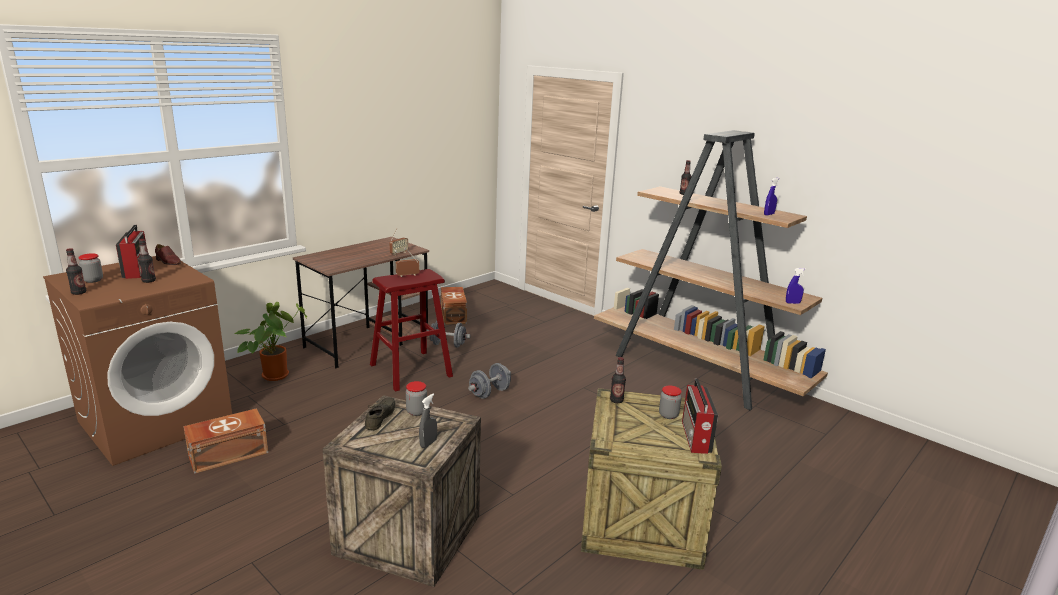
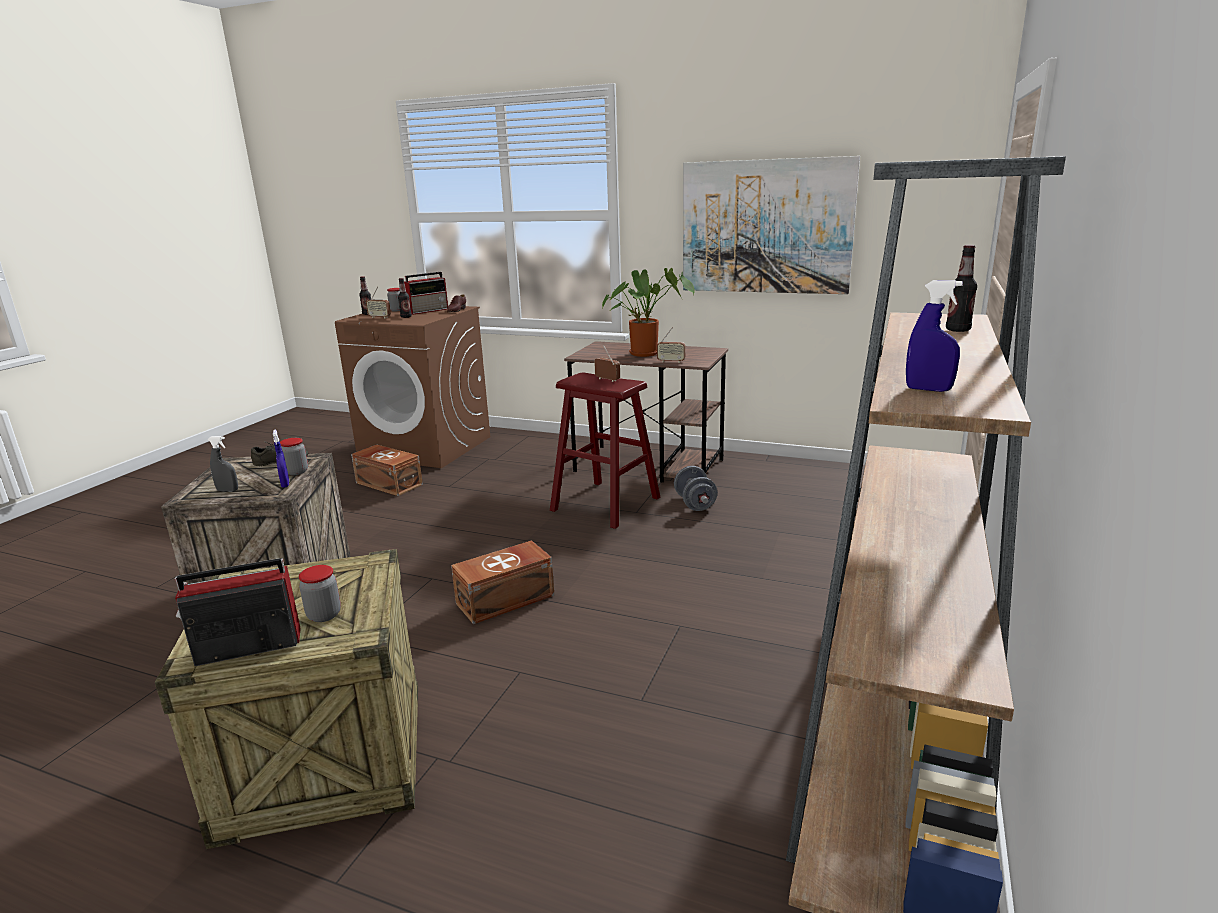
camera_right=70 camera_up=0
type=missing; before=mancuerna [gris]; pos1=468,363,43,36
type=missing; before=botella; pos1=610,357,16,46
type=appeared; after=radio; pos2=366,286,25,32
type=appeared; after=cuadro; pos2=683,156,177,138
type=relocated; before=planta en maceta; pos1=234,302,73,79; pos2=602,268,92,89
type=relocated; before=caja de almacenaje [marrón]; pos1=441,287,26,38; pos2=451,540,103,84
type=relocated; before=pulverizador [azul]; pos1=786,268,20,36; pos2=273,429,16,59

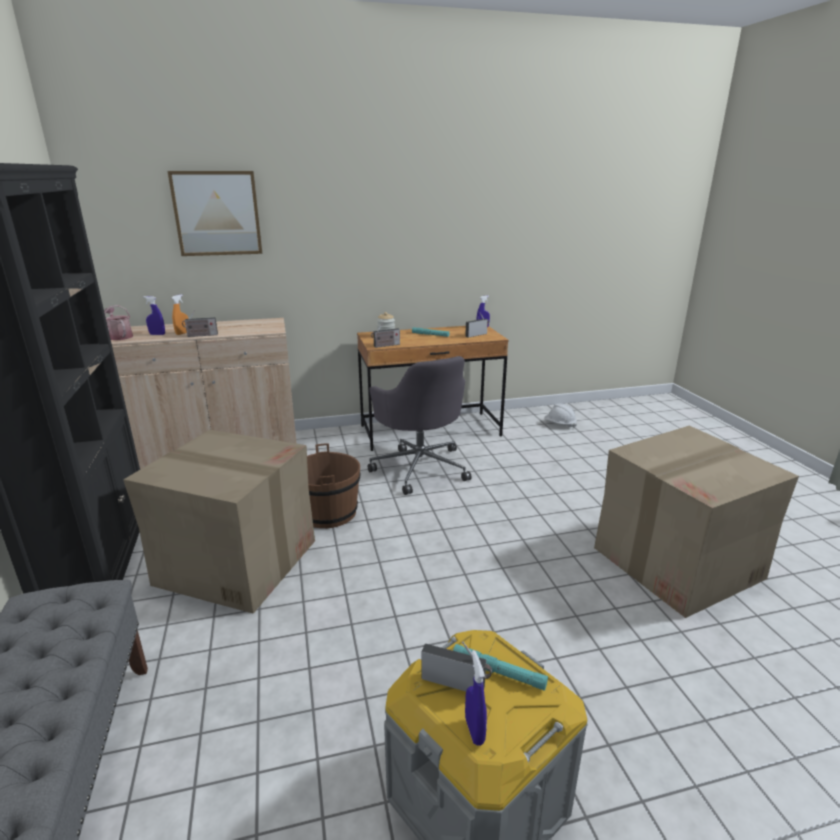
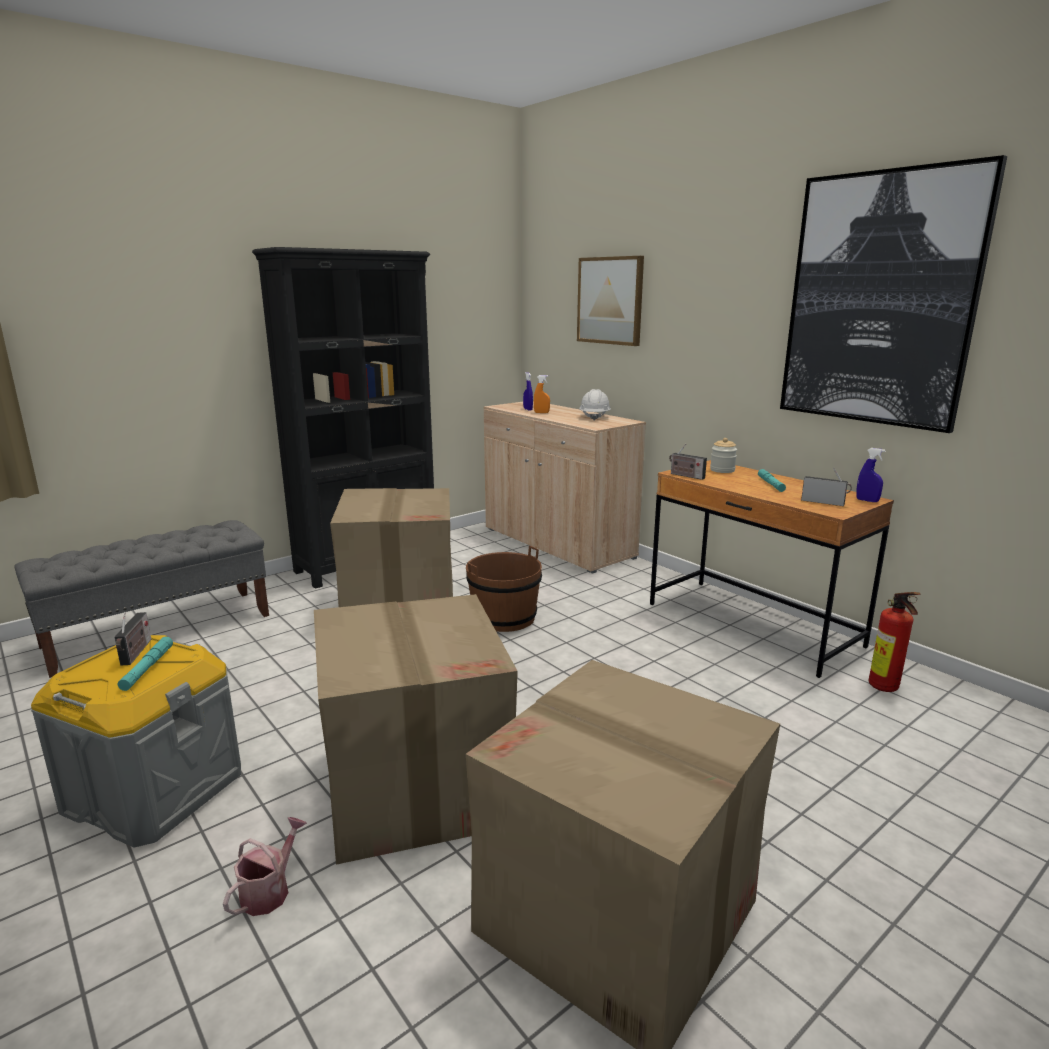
camera_right=65 camera_up=-5
type=missing; before=radio; pos1=182,310,36,27
type=missing; before=silla de oficina [gris]; pos1=368,356,104,139
type=missing; before=pulverizador [azul]; pos1=465,650,22,96
type=appeared; after=caja de cartón; pos2=314,594,204,271
type=appeared; after=cuadro; pos2=780,155,227,278
type=appeared; after=extintor; pos2=869,592,52,100
type=relocated; before=regadera; pos1=104,305,29,35; pos2=223,817,84,99
type=relocated; before=casco [blanco]; pos1=544,404,33,24; pos2=579,389,32,32

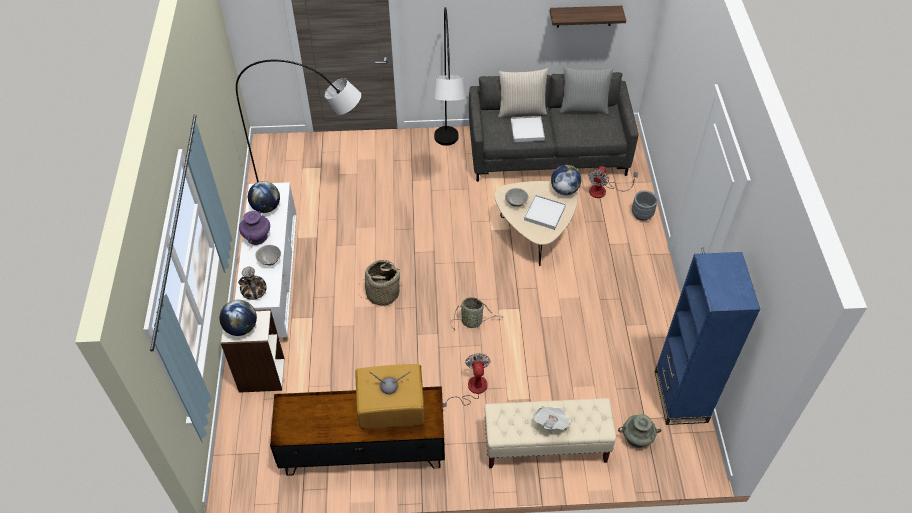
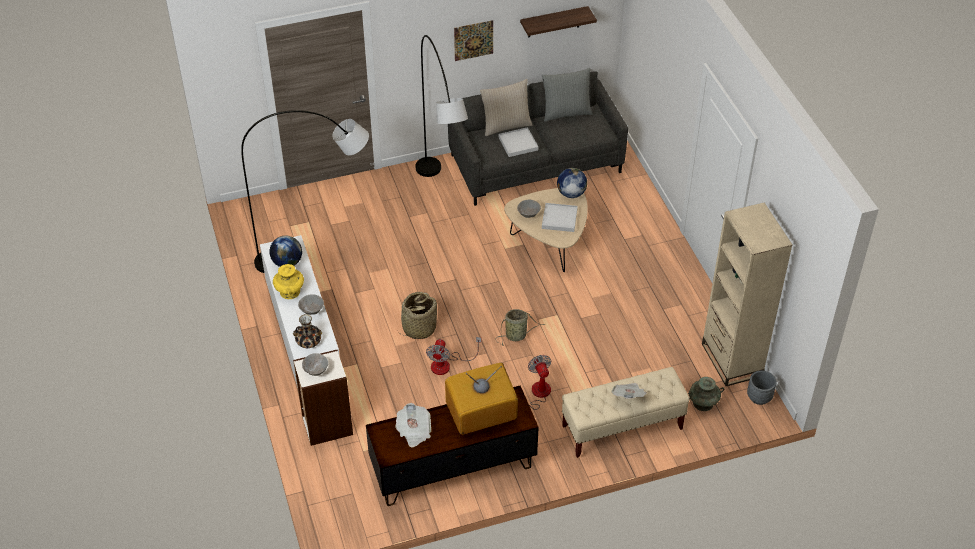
camera_right=-15 camera_up=-5
type=appeared; after=periódico; pos2=395,403,36,45
type=appeared; after=cuadro; pos2=454,20,39,41
type=relocated; before=ventilador; pos1=588,166,50,32; pos2=426,337,55,38
type=relocated; before=maceta [gris]; pos1=632,191,26,30; pos2=747,370,29,35
type=exchanged; before=globo terráqueo; after=cuenco [gris]; pos1=219,300,38,36; pos2=302,353,26,23
type=colour; before=florero [morado]; after=florero [amarillo]; pos1=239,211,31,34; pos2=273,264,31,35
type=colour; before=estantería [azul]; after=estantería [beis]; pos1=655,252,105,173; pos2=702,202,91,184

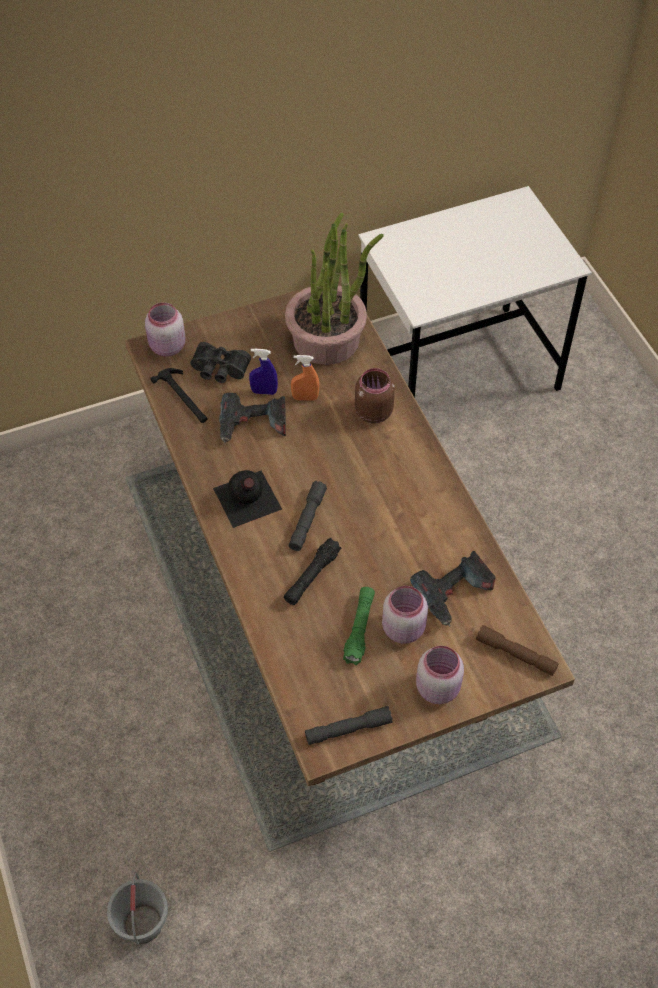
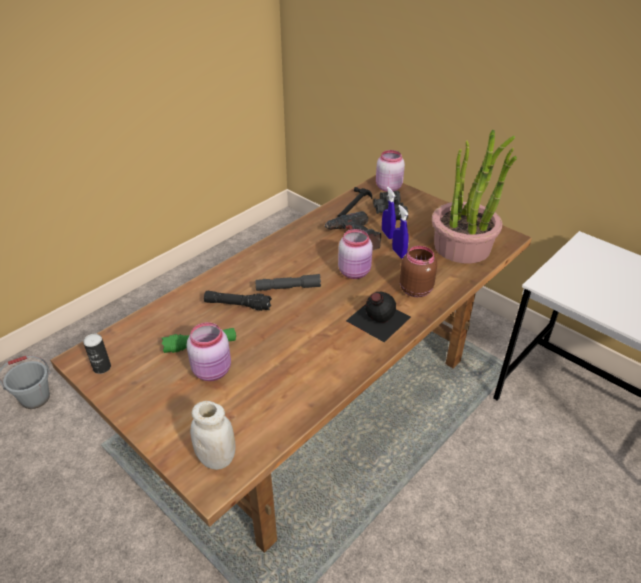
camera_right=65 camera_up=-15
type=missing; before=taladro; pos1=410,551,86,75
type=relocated; before=botella [negro]; pos1=213,470,69,58; pos2=346,292,65,50
type=relocated; before=tarro [rosa]; pos1=416,646,48,58; pos2=338,229,35,50
type=exchanged; before=linterna [gris]; after=lata; pos1=305,706,88,39; pos2=83,334,28,40
type=exchanged; before=linterna [marrón]; after=tarro [blanco]; pos1=476,625,83,51; pos2=190,401,45,69
type=colour; before=pulverizador [naranja]; after=pulverizador [azul]; pos1=291,355,28,45; pos2=392,205,17,53

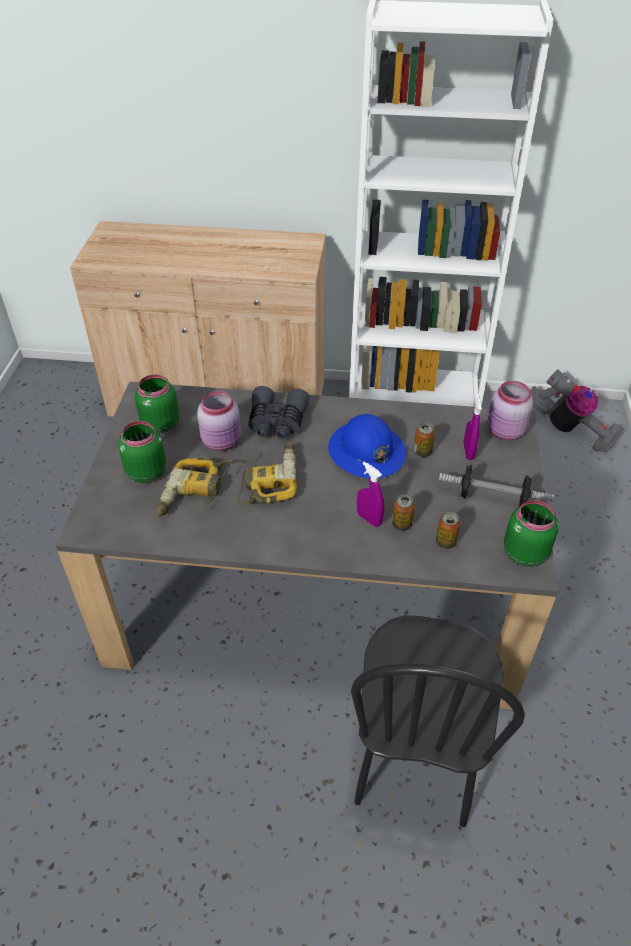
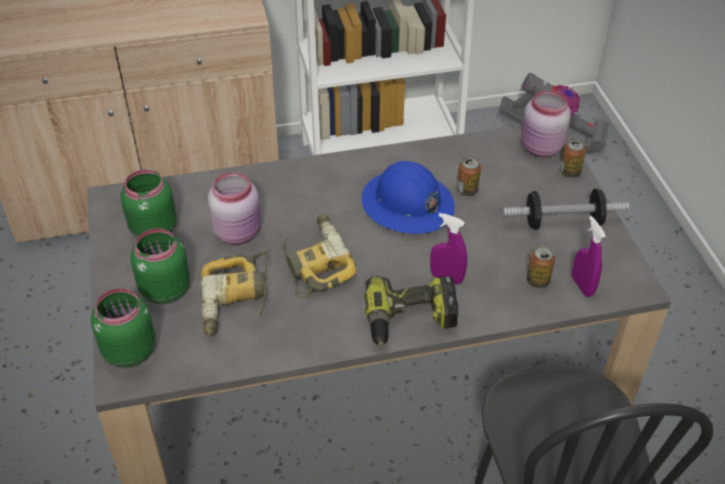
camera_right=-20 camera_up=0
type=missing; before=prismáticos [gris]; pos1=248,386,61,53
type=appeared; after=taladro; pos2=364,276,94,70
type=relocated; before=lata; pos1=392,494,23,37; pos2=560,139,26,39
type=relocated; before=pulverizador [morado]; pos1=463,393,19,67; pos2=572,216,34,81
type=relocated; before=tarro [verde]; pos1=504,500,55,67; pos2=91,288,64,80

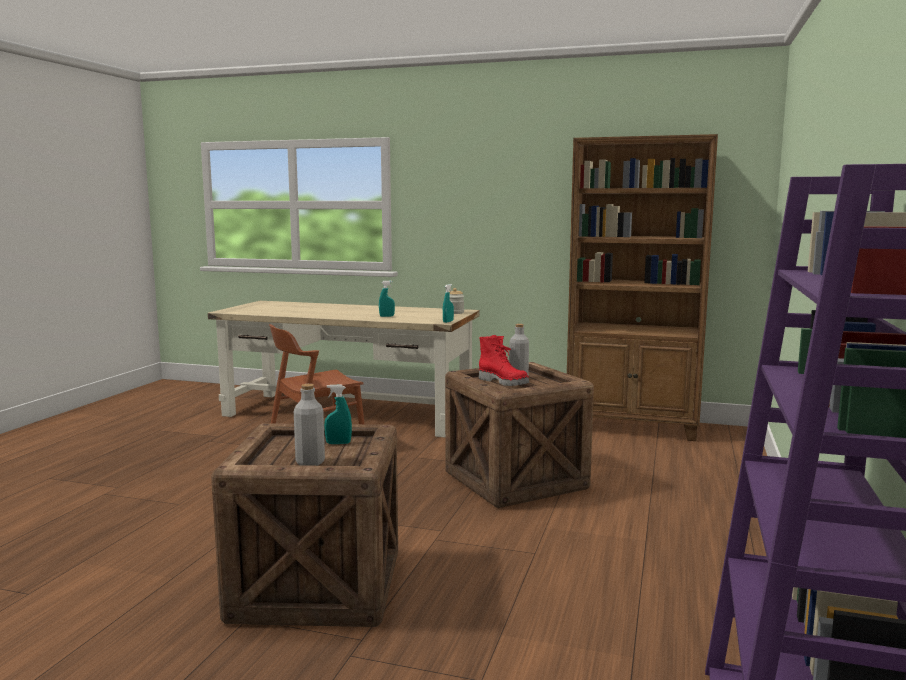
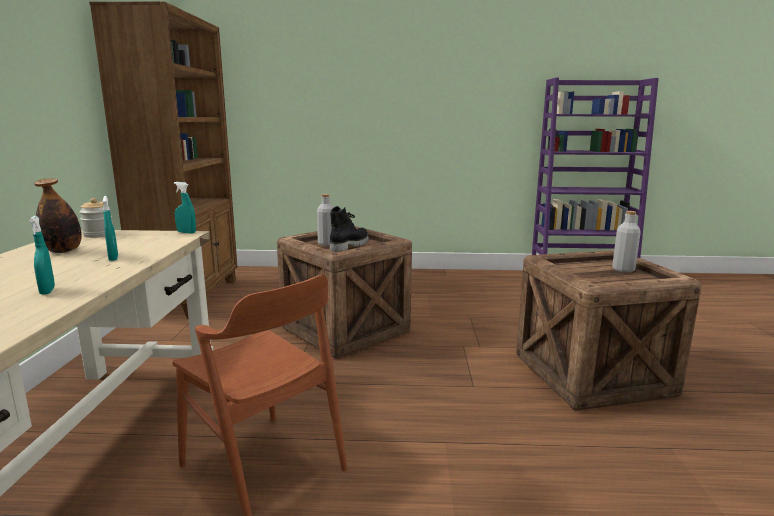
camera_right=-105 camera_up=5
type=appeared; after=botella; pos2=34,179,48,74
type=relocated; before=pulverizador [turquesa]; pos1=324,385,28,59; pos2=29,216,26,79
type=colour; before=bota [rojo]; after=bota [negro]; pos1=479,335,50,51; pos2=330,206,39,46

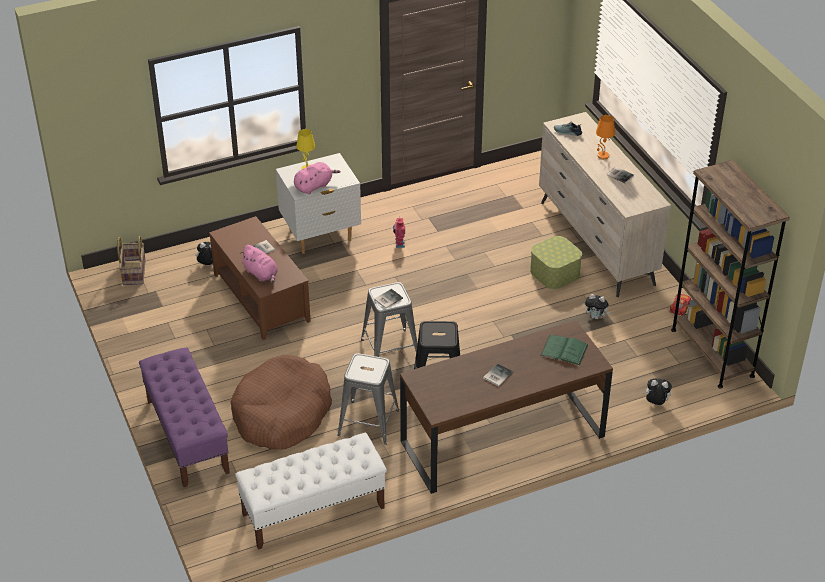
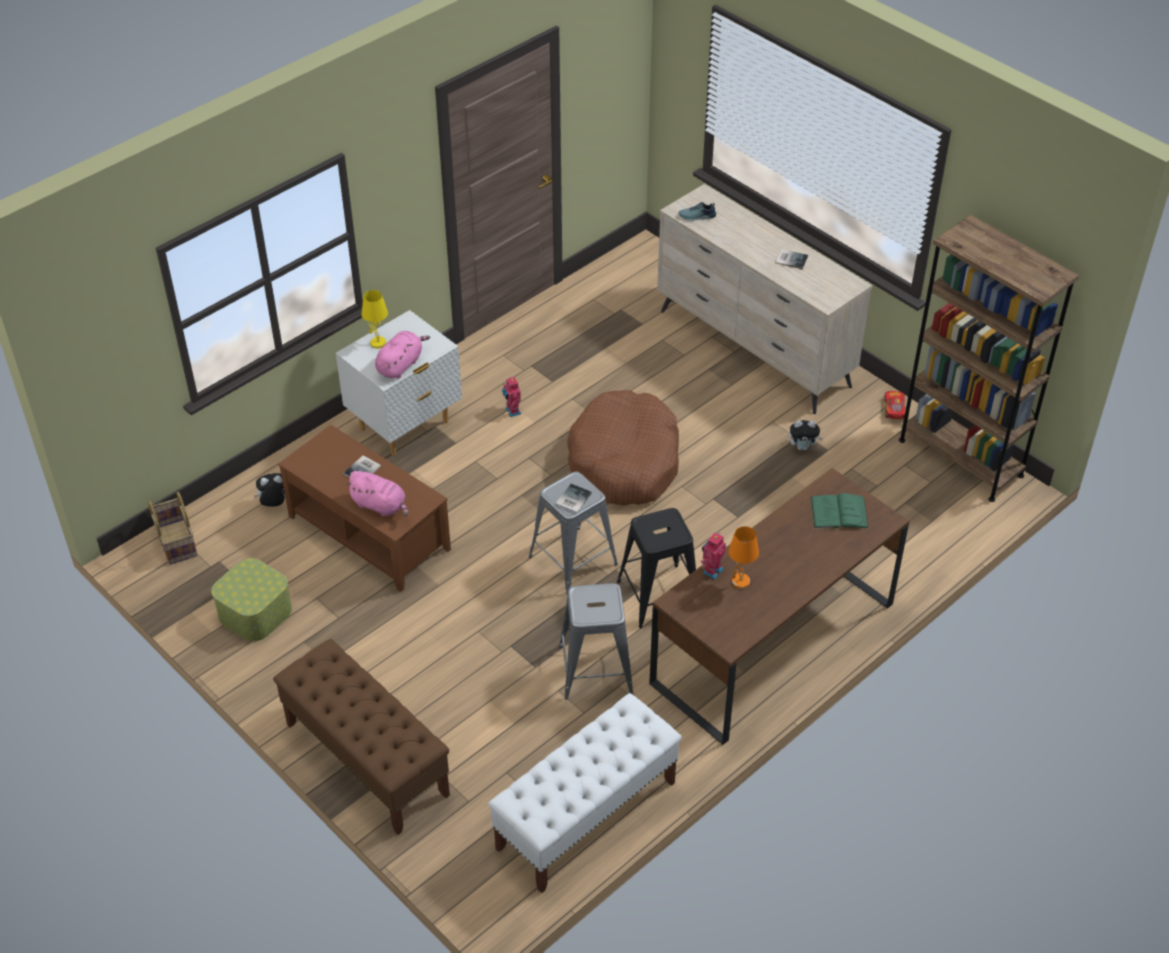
camera_right=-20 camera_up=5
type=missing; before=libro; pos1=483,364,30,22
type=missing; before=peluche; pos1=643,379,29,26
type=appeared; after=robot de juguete; pos2=701,533,25,46
type=relocated; before=cama para perro [marrón]; pos1=230,355,102,95; pos2=567,390,112,115
type=relocated; before=caja de almacenaje; pos1=530,236,52,53; pos2=211,558,81,83
type=relocated; before=lámpara de mesa [naranja]; pos1=596,115,19,45; pos2=728,526,31,63
type=colour; before=banco [morado]; after=banco [marrón]; pos1=139,348,91,139; pos2=273,639,177,196

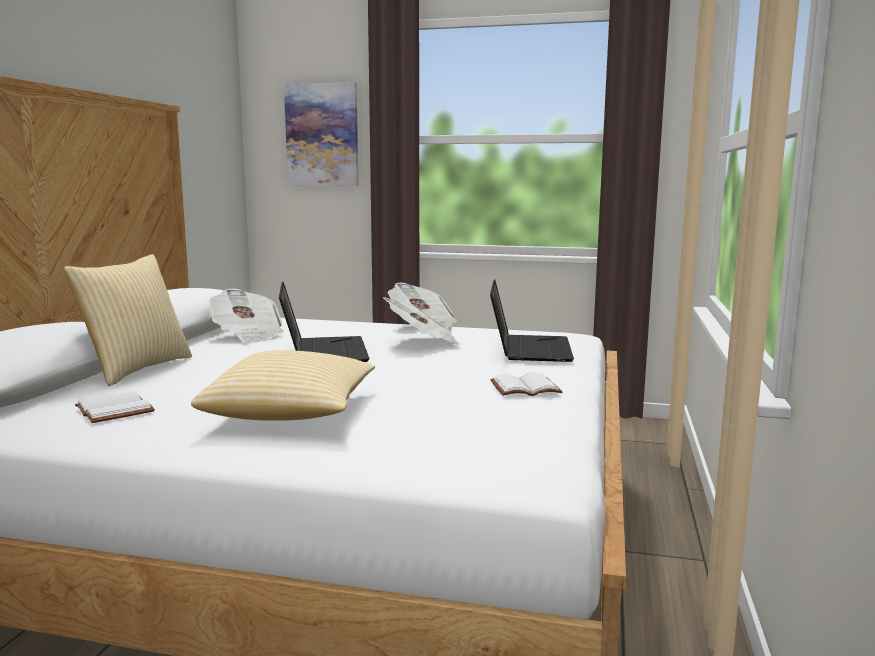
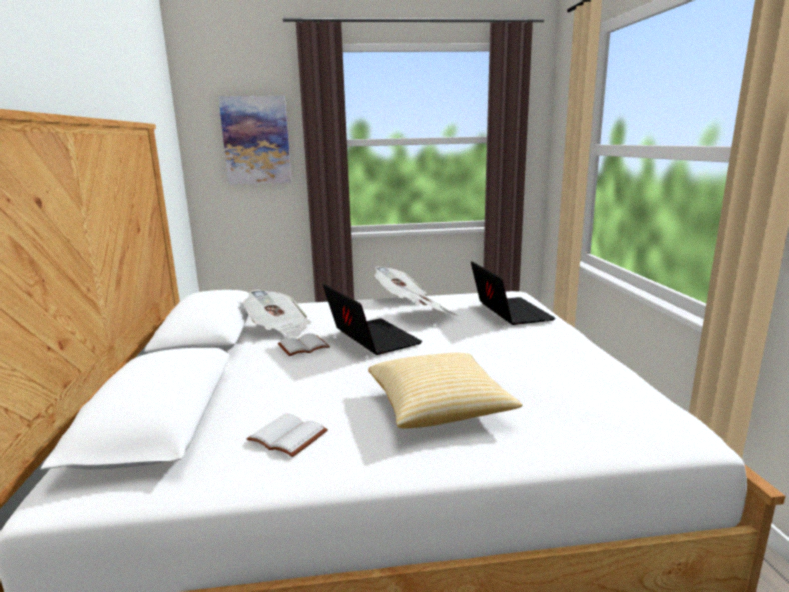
camera_right=-20 camera_up=5
type=missing; before=cojín; pos1=63,254,129,132
type=relocated; before=libro [blanco]; pos1=490,372,72,24; pos2=278,333,52,23

